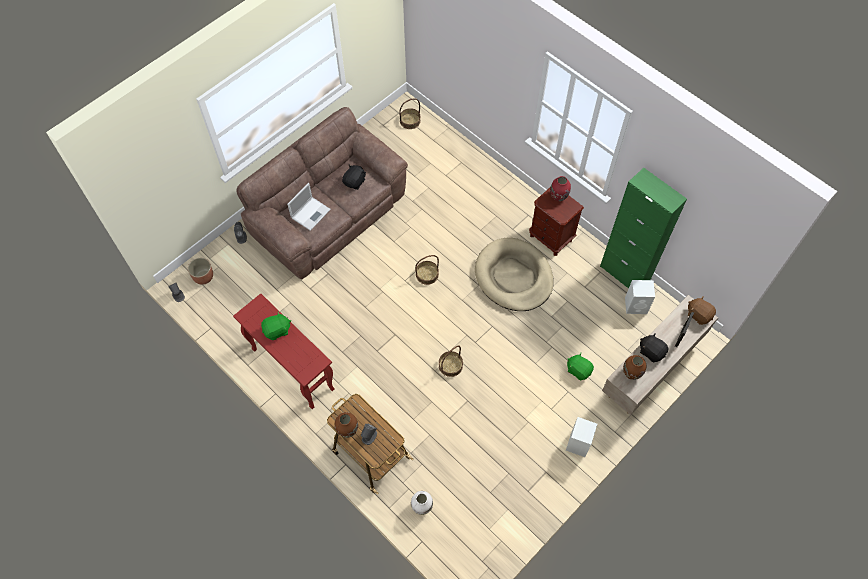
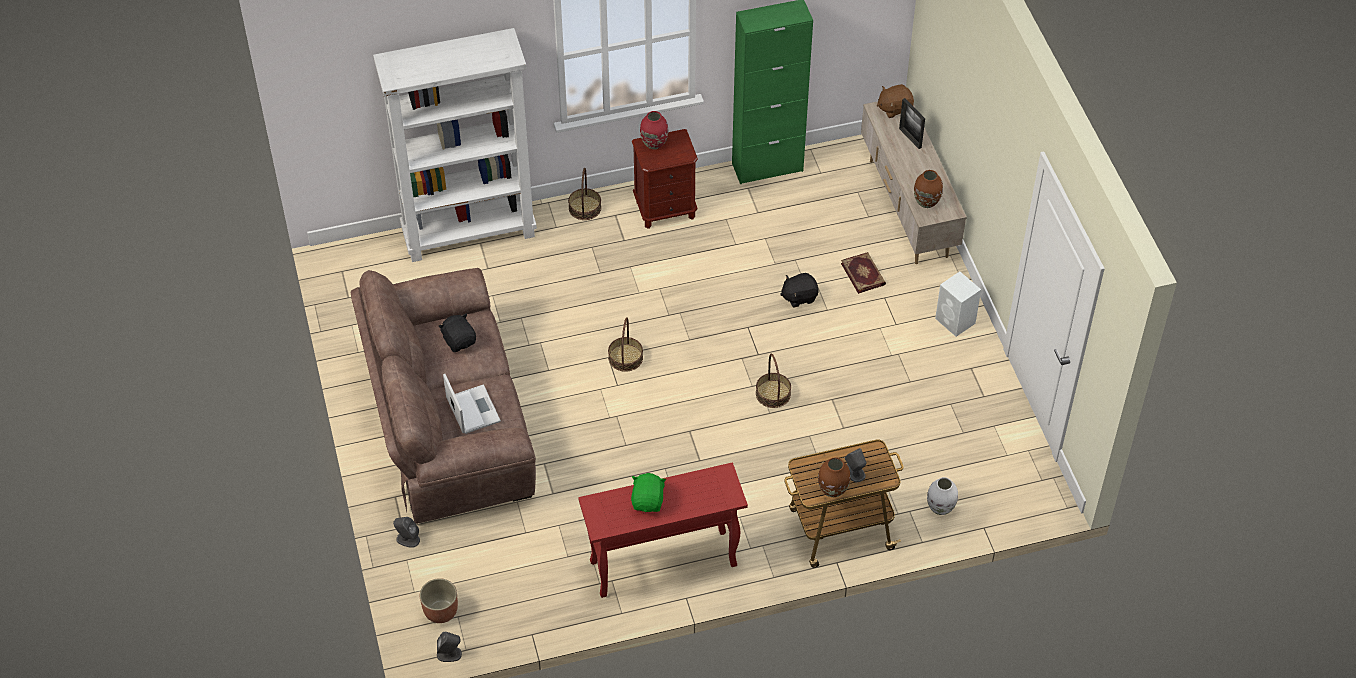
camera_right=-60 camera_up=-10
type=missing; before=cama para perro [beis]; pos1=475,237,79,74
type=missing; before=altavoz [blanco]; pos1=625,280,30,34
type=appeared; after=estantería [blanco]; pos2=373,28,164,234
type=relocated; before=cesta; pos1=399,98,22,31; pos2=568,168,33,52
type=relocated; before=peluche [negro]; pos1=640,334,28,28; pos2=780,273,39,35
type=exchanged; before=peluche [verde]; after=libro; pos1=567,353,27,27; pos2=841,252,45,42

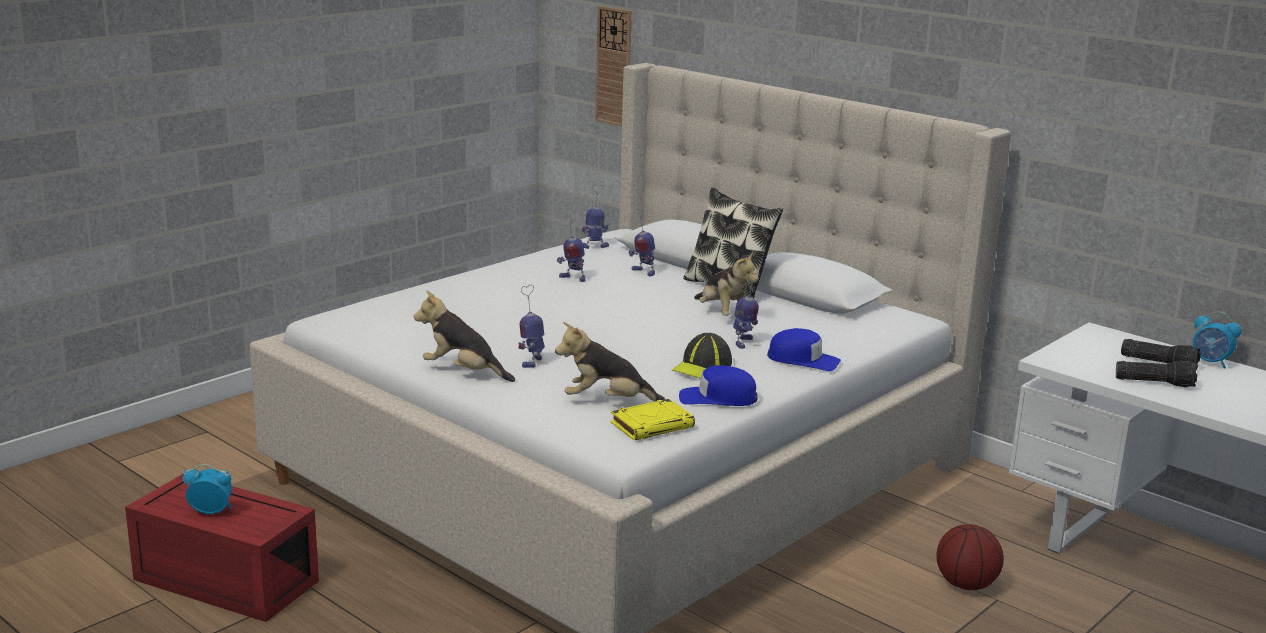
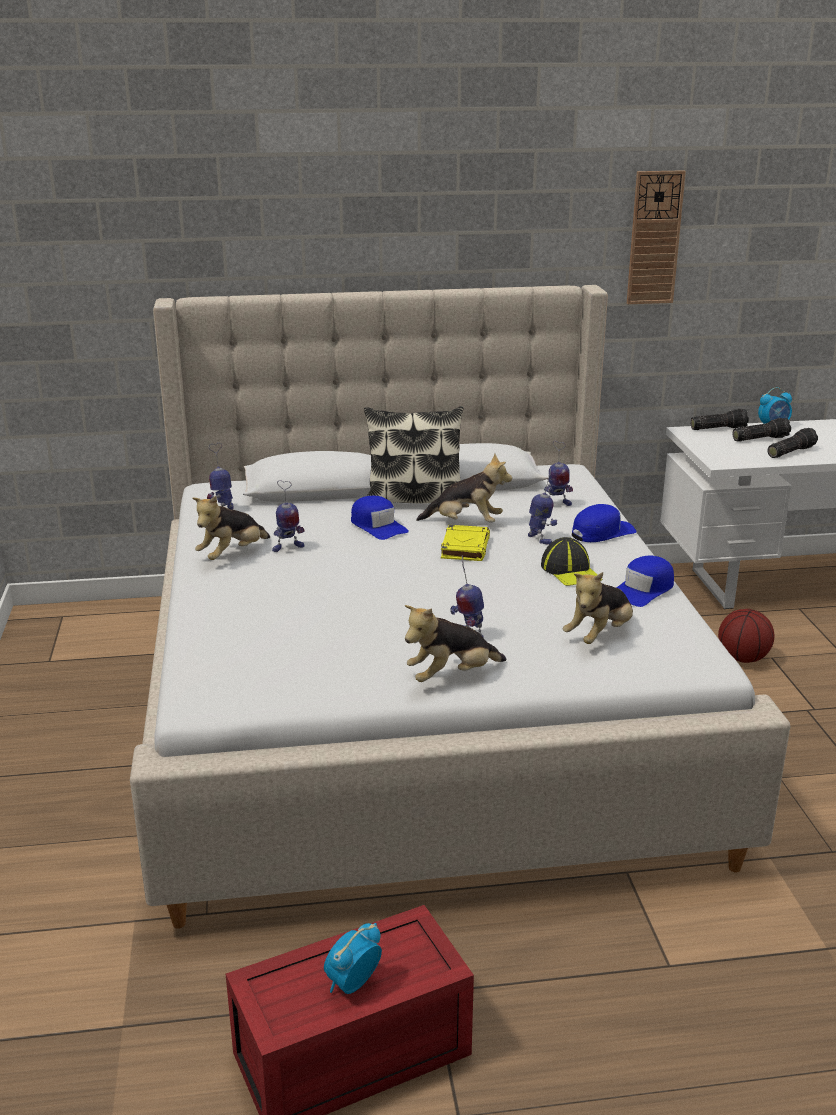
camera_right=-50 camera_up=5
type=appeared; after=peluche; pos2=192,496,78,64
type=appeared; after=gorra [azul]; pos2=351,496,58,44
type=appeared; after=linterna; pos2=690,409,59,21
type=relocated; before=reloj de pared; pos1=595,6,37,121; pos2=627,170,59,134
type=relocated; before=libro [amarillo]; pos1=610,399,85,41; pos2=441,525,49,36
type=relocated; before=robot de juguete; pos1=629,209,26,67; pos2=544,441,29,65

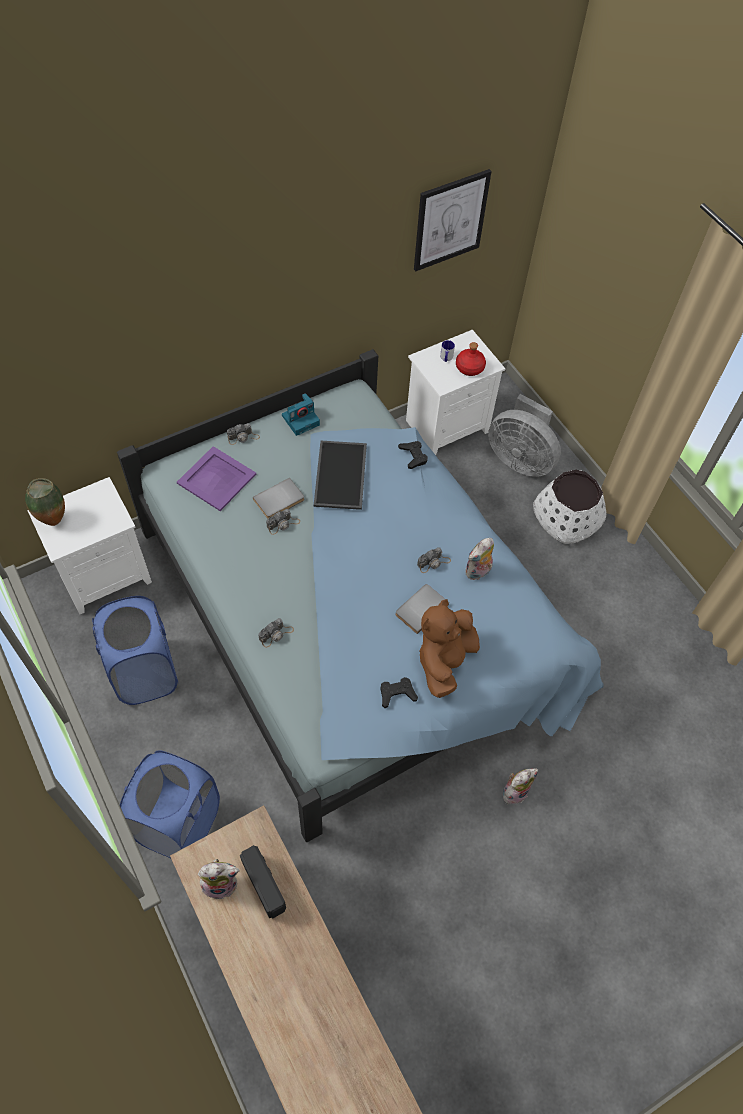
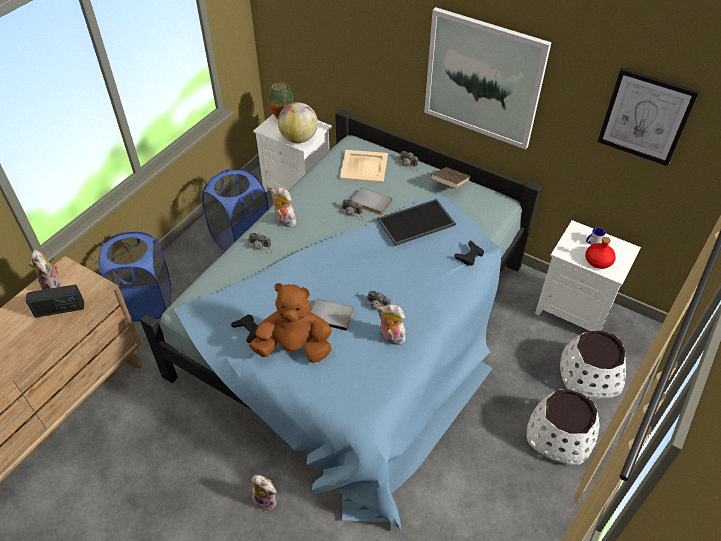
camera_right=65 camera_up=-10
type=appeared; after=peluche; pos2=270,187,27,40
type=appeared; after=globo terráqueo; pos2=278,102,40,41
type=appeared; after=cuadro; pos2=424,7,128,142
type=exchanged; before=cámara; after=libro [marrón]; pos1=282,393,38,43; pos2=430,167,41,22
type=exchanged; before=ventilador [gris]; after=maceta [blanco]; pos1=488,394,73,83; pos2=560,331,66,68
type=colour; before=bandeja [morado]; after=bandeja [beis]; pos1=177,446,79,65; pos2=340,150,48,33
type=spun; before=radio; pos1=240,845,46,73; pos2=26,284,58,33; turn=45

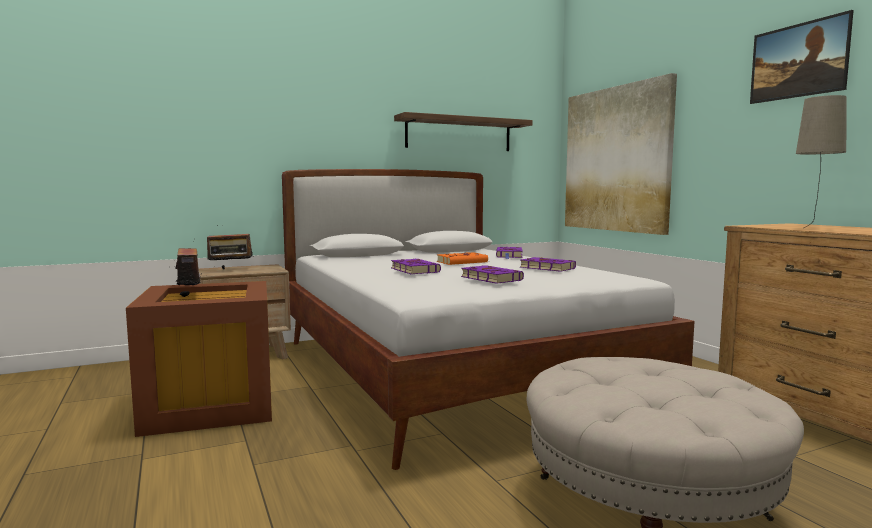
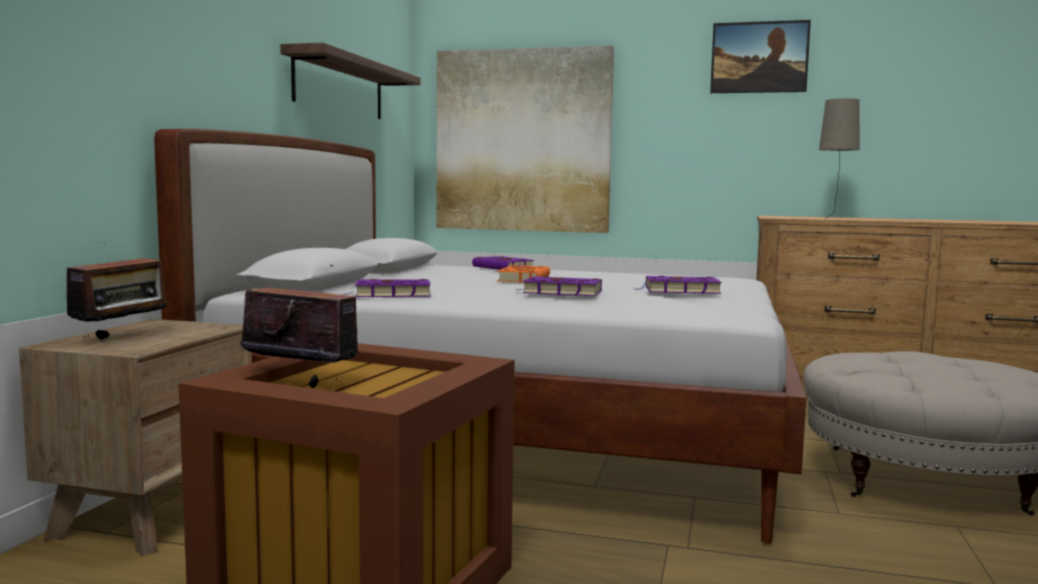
camera_right=-50 camera_up=0
type=relocated; before=libro [morado]; pos1=520,257,56,15; pos2=342,279,88,18

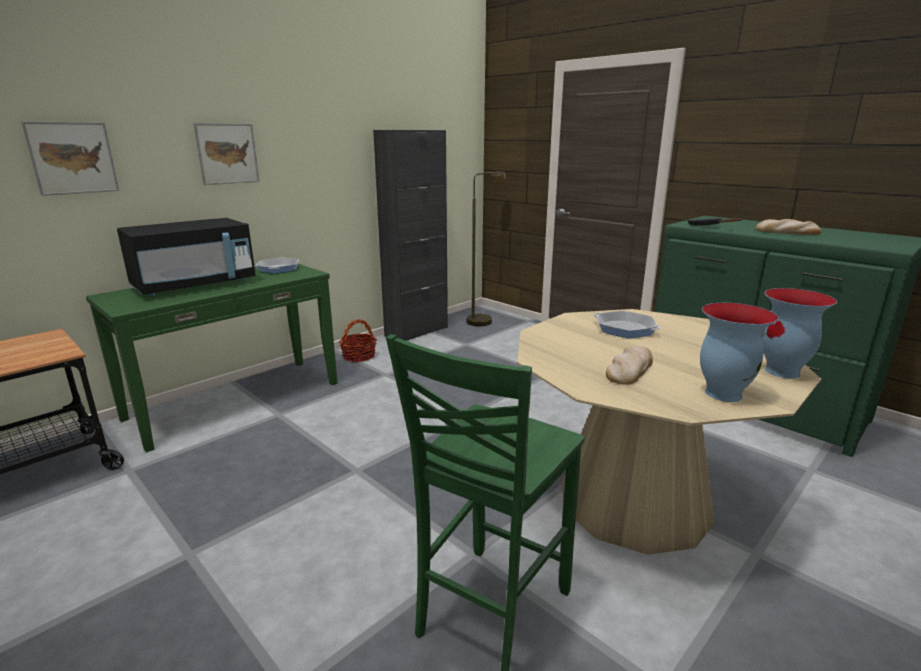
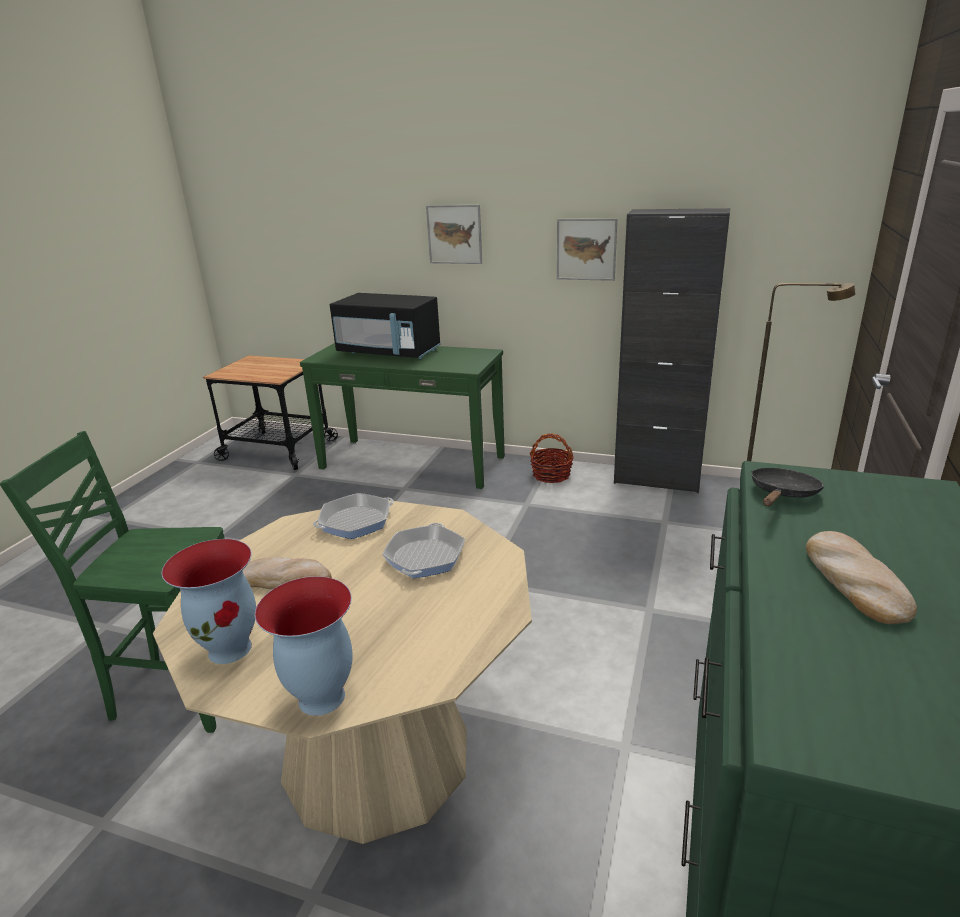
camera_right=65 camera_up=5
type=relocated; before=cuadro; pos1=21,121,98,75; pos2=557,218,60,63
type=relocated; before=sartén; pos1=255,257,44,17; pos2=313,493,81,46

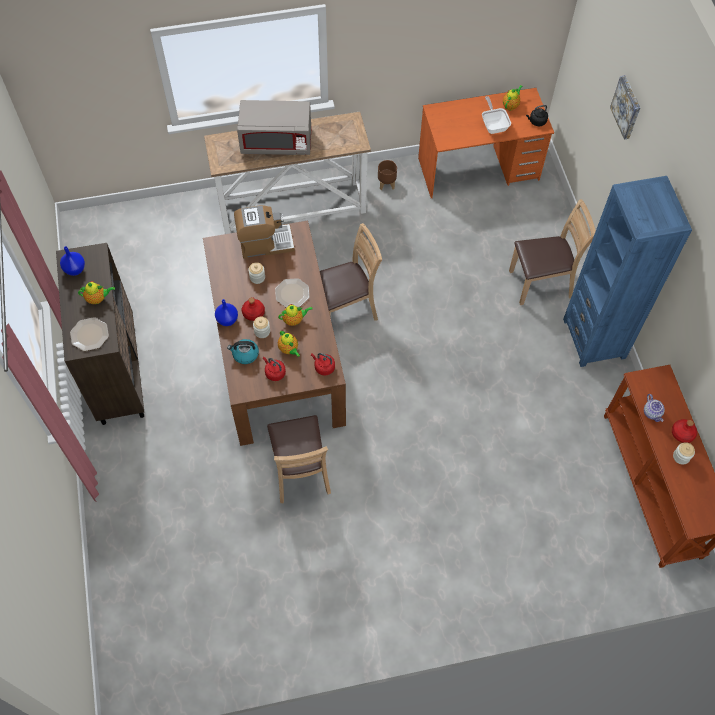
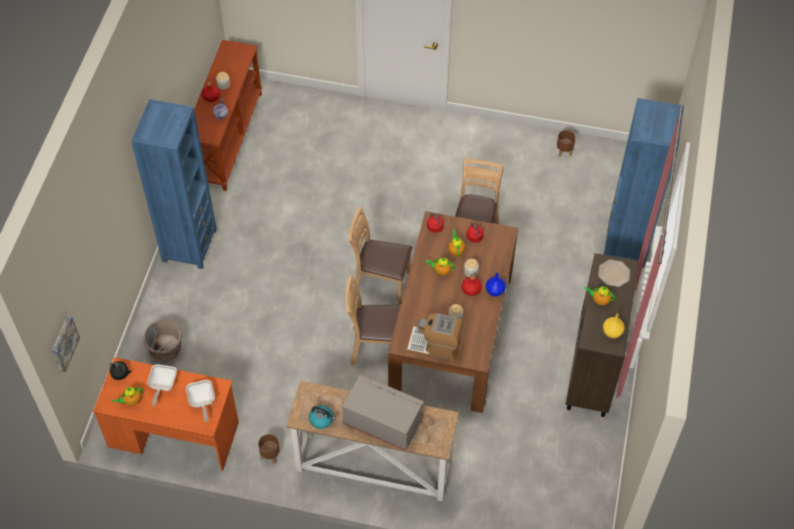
camera_right=-155 camera_up=-5
type=missing; before=plato; pos1=275,278,35,30
type=appeared; after=maceta [gris]; pos2=144,320,38,41
type=appeared; after=sartén; pos2=186,380,29,42
type=appeared; after=maceta [marrón]; pos2=557,130,19,27
type=appeared; after=estantería [azul]; pos2=604,98,80,170
type=relocated; before=hervidor; pos1=227,339,32,25; pos2=309,405,27,24
type=relocated; before=silla [marrón]; pos1=509,199,87,106; pos2=349,207,63,97
type=relocated; before=cuadro; pos1=610,75,30,65; pos2=52,315,28,57
type=colour; before=florero [azul]; after=florero [amarillo]; pos1=60,246,25,30; pos2=603,313,22,25

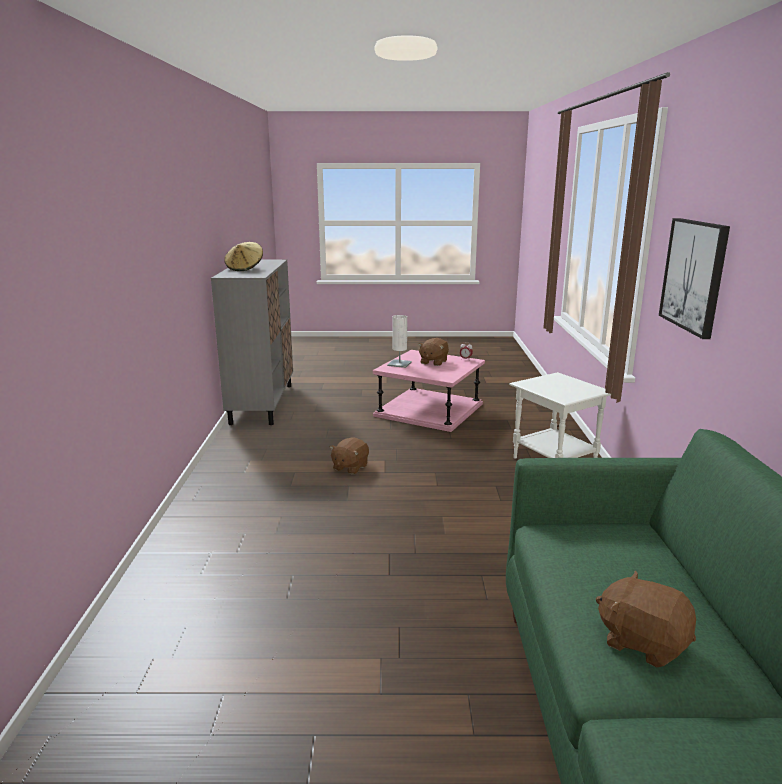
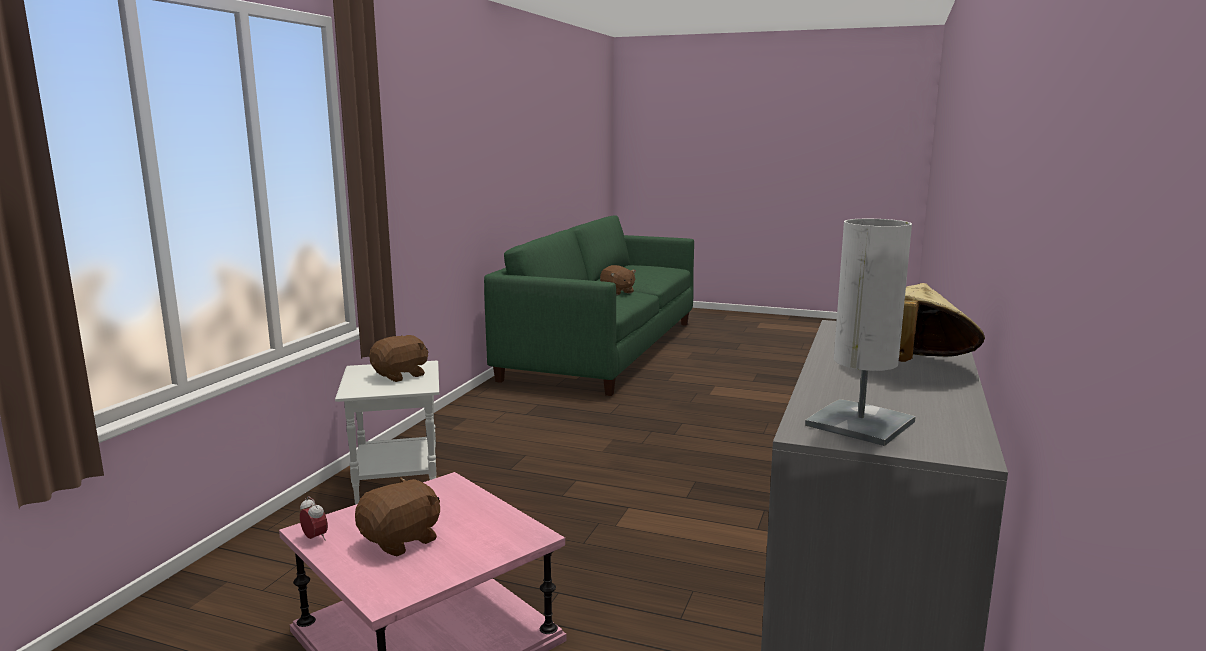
camera_right=-160 camera_up=-5
type=missing; before=cuadro; pos1=659,218,71,121
type=relocated; before=peluche [marrón]; pos1=330,438,39,37; pos2=369,335,59,47
type=relocated; before=lámpara de mesa [blanco]; pos1=387,315,25,53; pos2=805,219,110,227

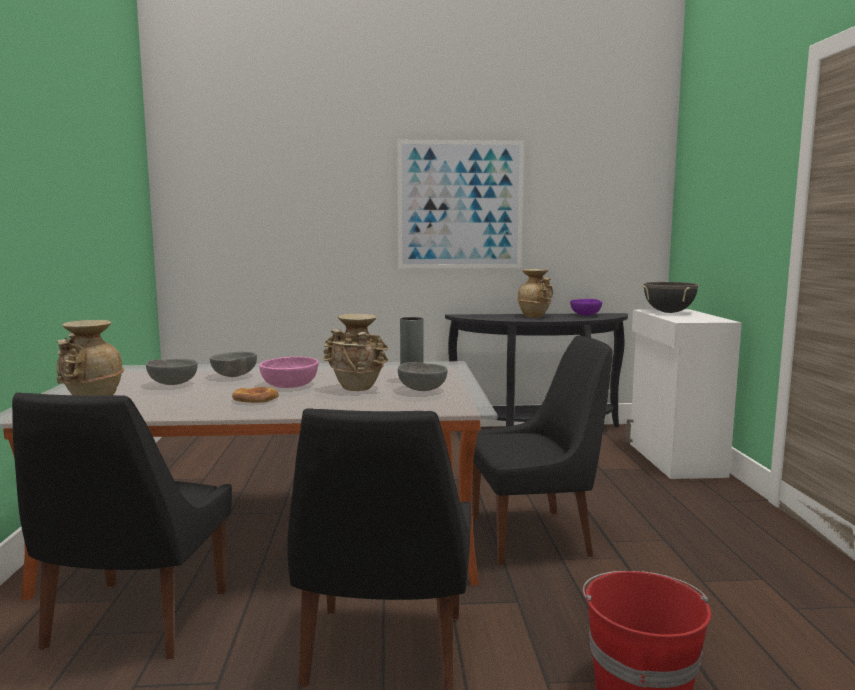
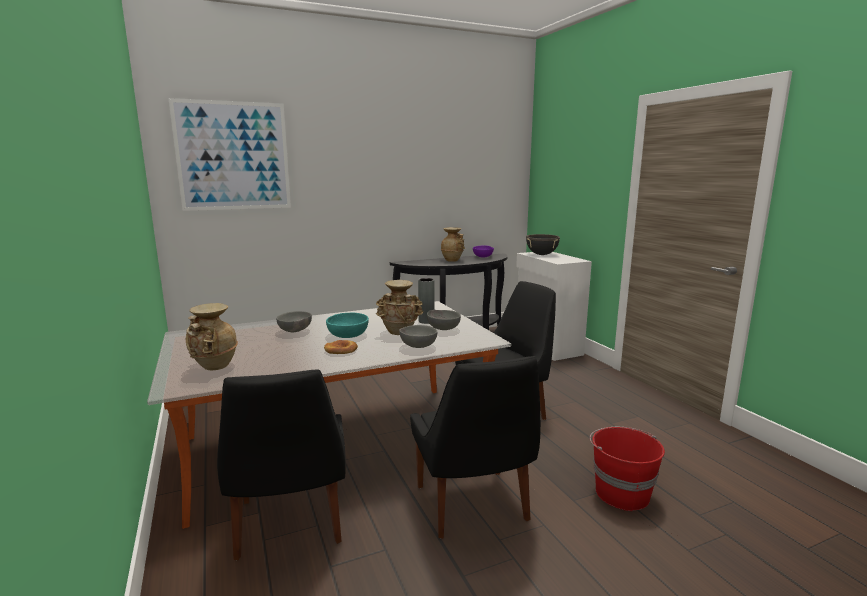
camera_right=-20 camera_up=5
type=relocated; before=cuenco [gris]; pos1=146,359,52,26; pos2=399,325,38,23
type=relocated; before=cuadro; pos1=397,140,127,128; pos2=168,98,123,113
type=colour; before=cuenco [rosa]; after=cuenco [turquesa]; pos1=259,357,60,31; pos2=326,313,43,25

